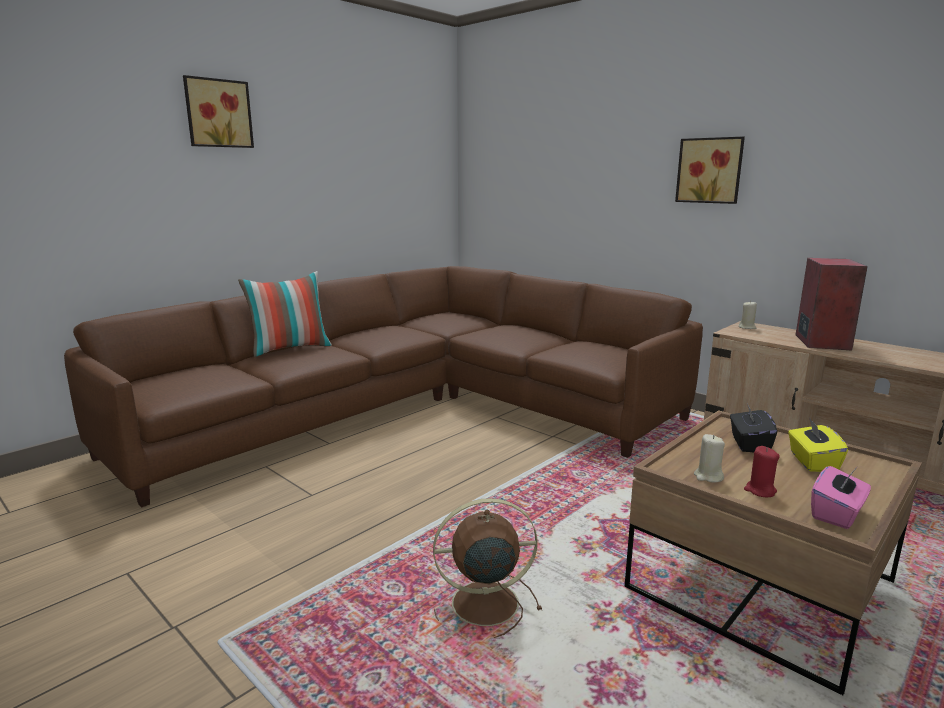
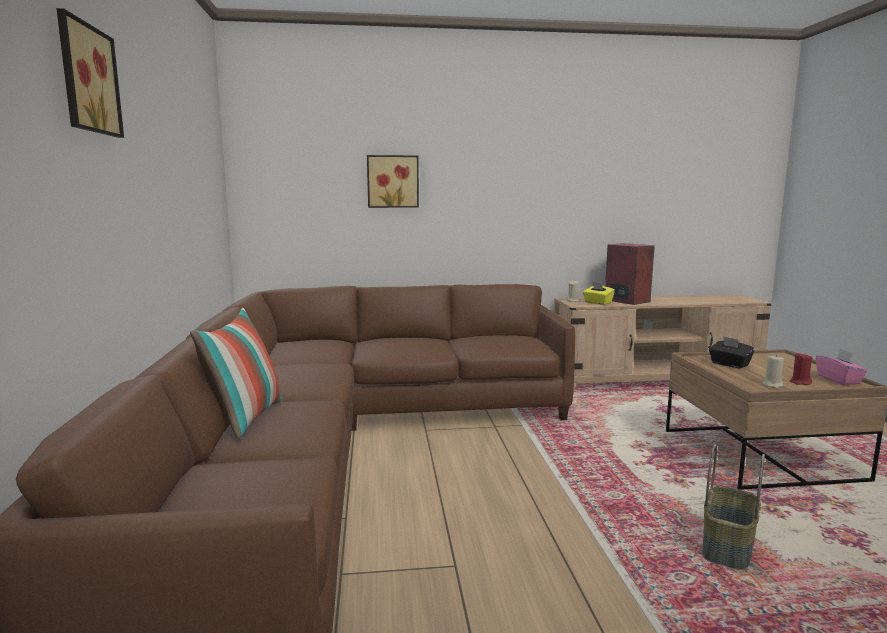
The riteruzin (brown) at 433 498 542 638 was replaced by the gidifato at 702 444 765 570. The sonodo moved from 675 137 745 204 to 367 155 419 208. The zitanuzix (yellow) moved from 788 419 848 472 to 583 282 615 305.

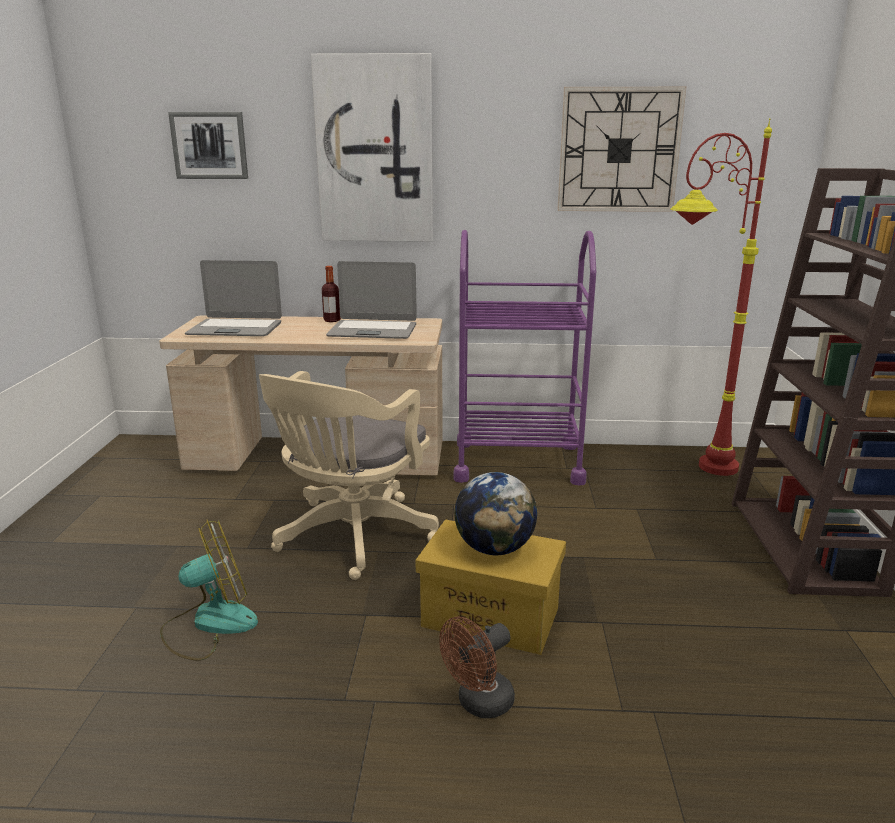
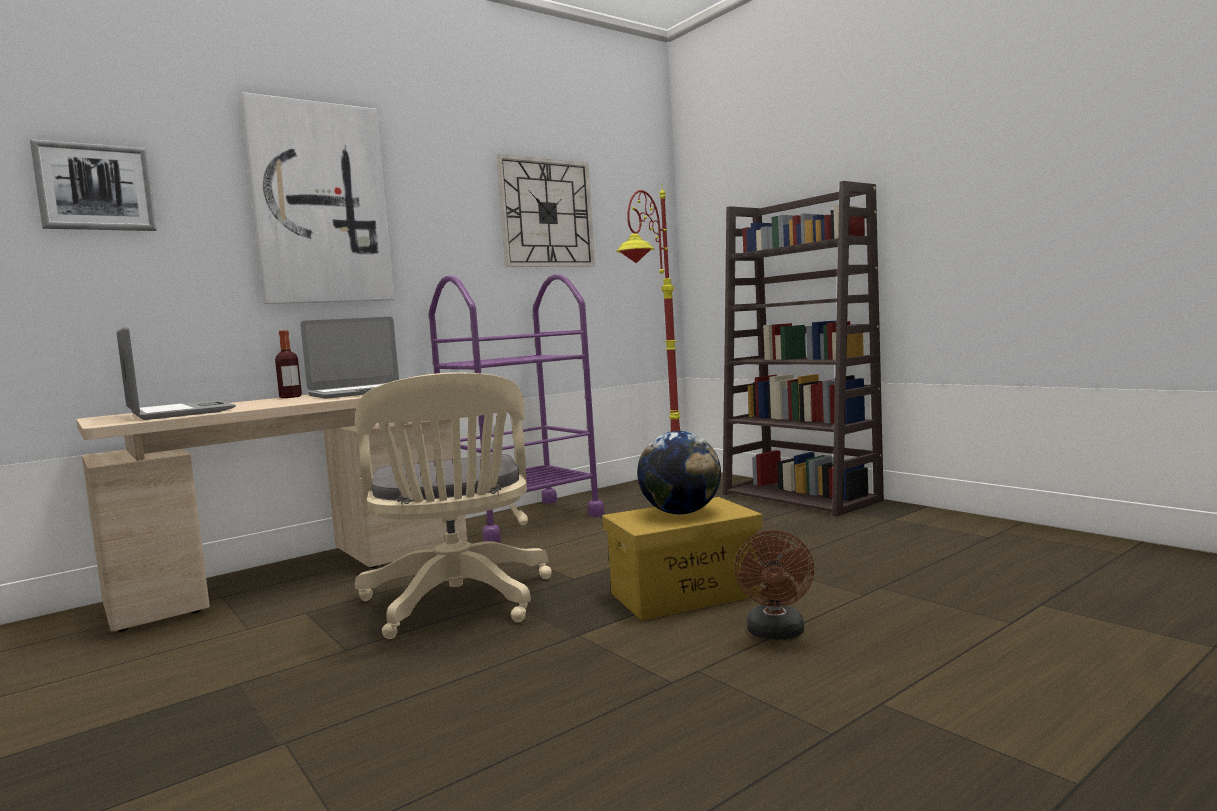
The riteruzin at 160 520 258 661 disappeared. The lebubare at 185 260 282 336 turned 90 degrees counterclockwise.

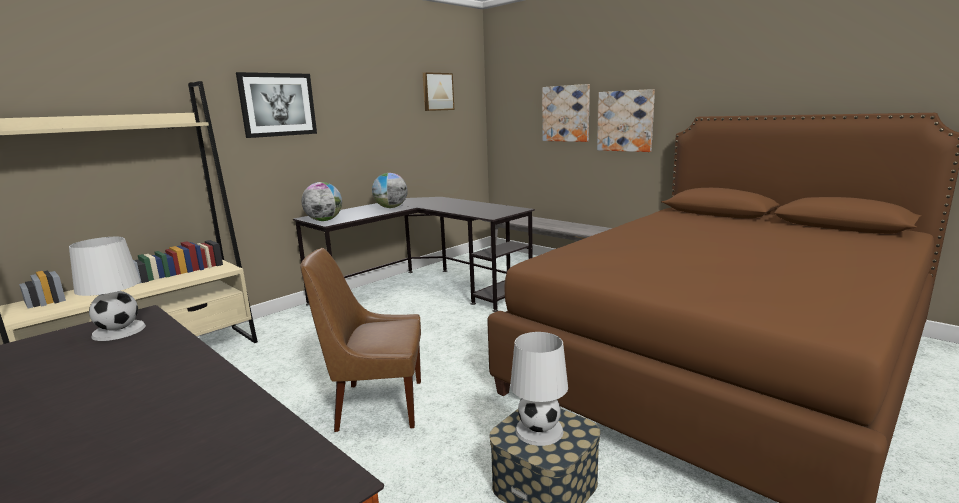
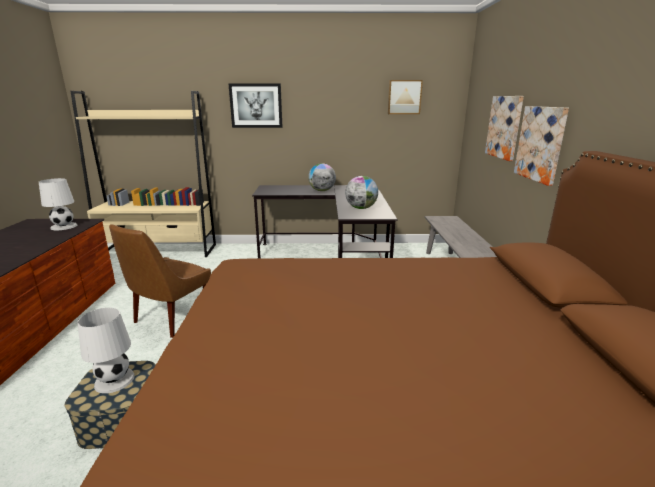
The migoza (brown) at 300 248 421 432 turned 105 degrees counterclockwise. The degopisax moved from 301 182 342 221 to 345 176 378 209.

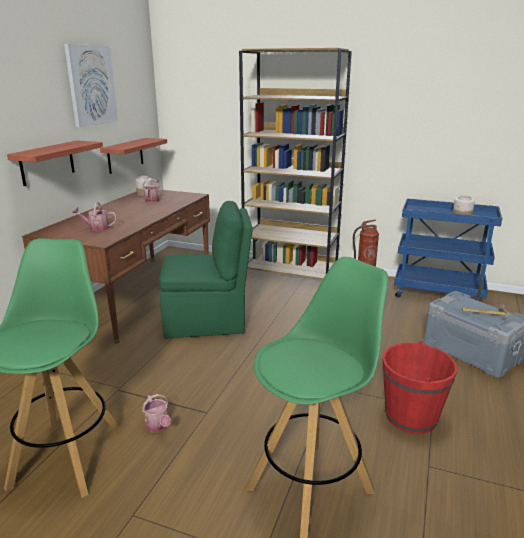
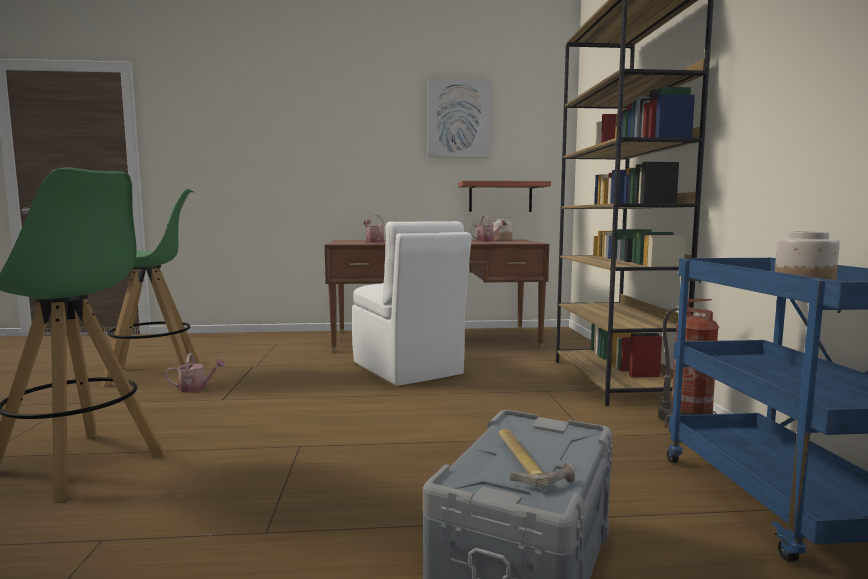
The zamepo at 7 140 103 186 disappeared. The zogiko at 142 394 171 433 turned 135 degrees counterclockwise. The migoza (green) at 159 201 253 338 became the migoza (white) at 352 221 472 386. The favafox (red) at 382 341 457 434 disappeared.

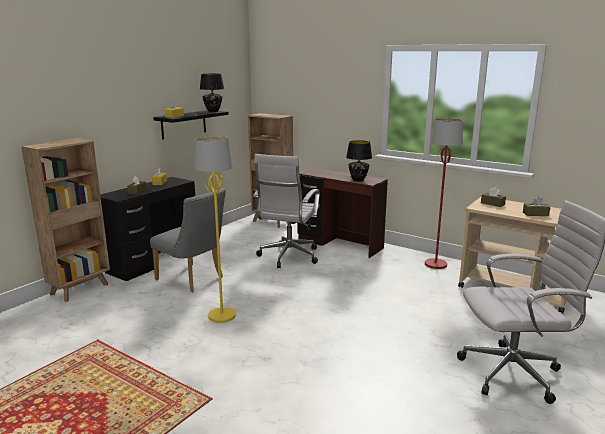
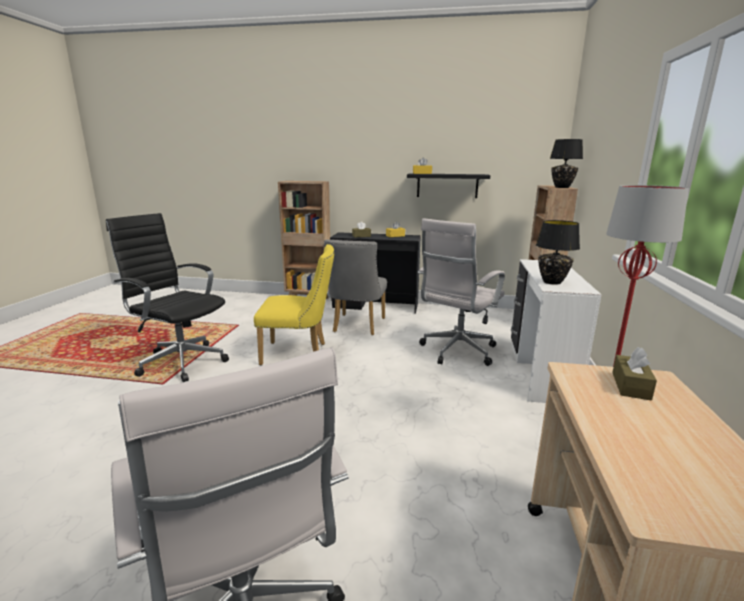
The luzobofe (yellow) at 194 136 236 323 was replaced by the migoza (yellow) at 254 244 334 365. The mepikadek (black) moved from 200 74 224 112 to 550 139 583 188. The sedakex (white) at 253 154 320 268 turned 45 degrees counterclockwise. The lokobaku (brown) at 297 168 388 258 became the lokobaku (white) at 511 259 602 403. The zitanuzix (brown) at 523 196 550 216 disappeared. The sedakex (black) at 106 213 229 382 appeared.

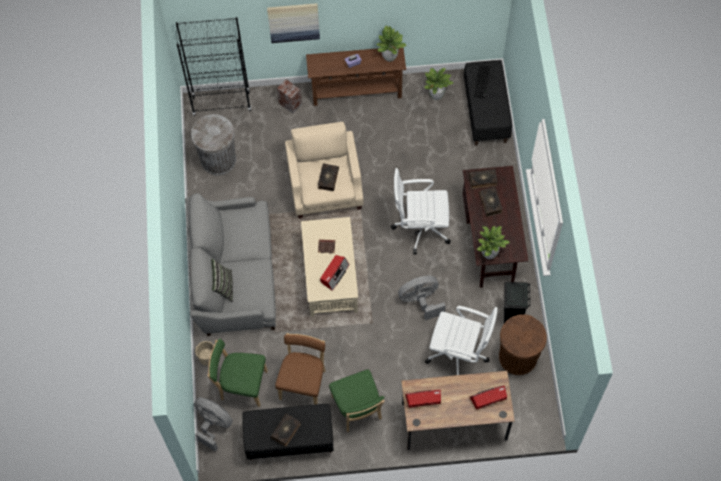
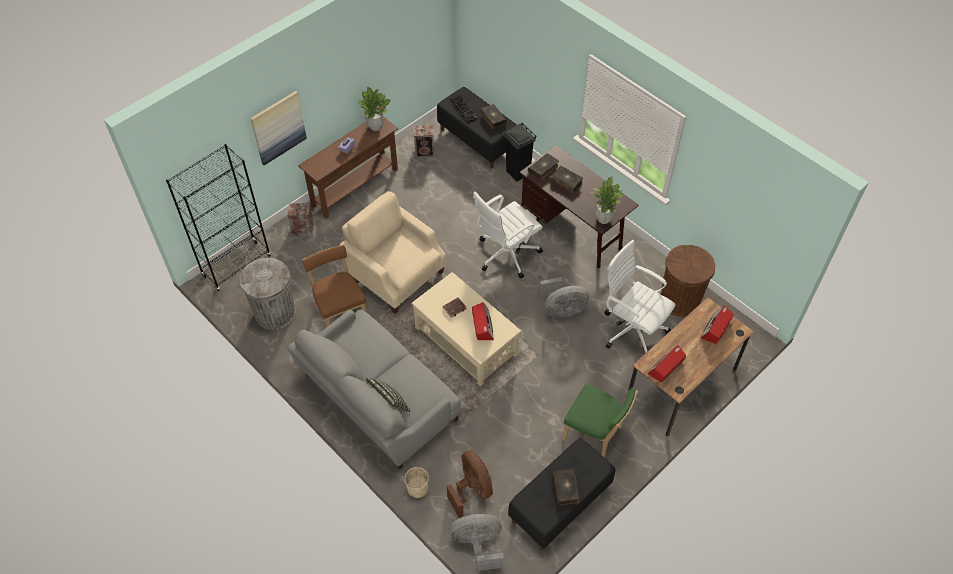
The migoza (green) at 207 339 268 407 was replaced by the riteruzin (brown) at 447 450 493 518. The migoza (brown) moved from 275 333 326 405 to 303 245 366 327. The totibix moved from 318 163 339 191 to 481 104 507 129. The riteruzin (grey) at 398 276 446 320 turned 135 degrees counterclockwise. The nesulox at 424 68 453 100 was replaced by the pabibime at 414 125 434 157. The sedakex (white) at 425 306 498 375 turned 120 degrees counterclockwise. The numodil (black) moved from 504 282 531 323 to 502 122 537 181.

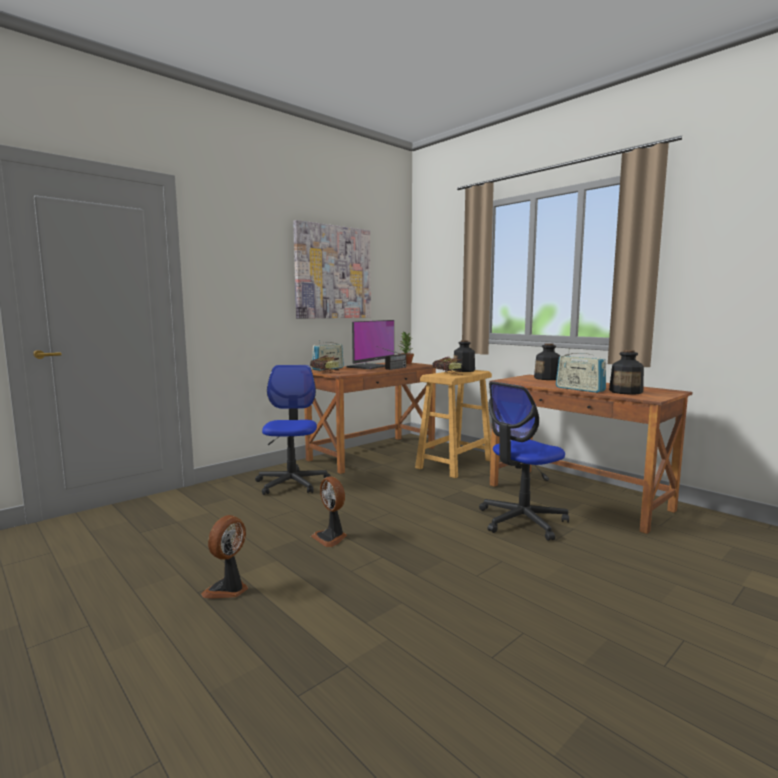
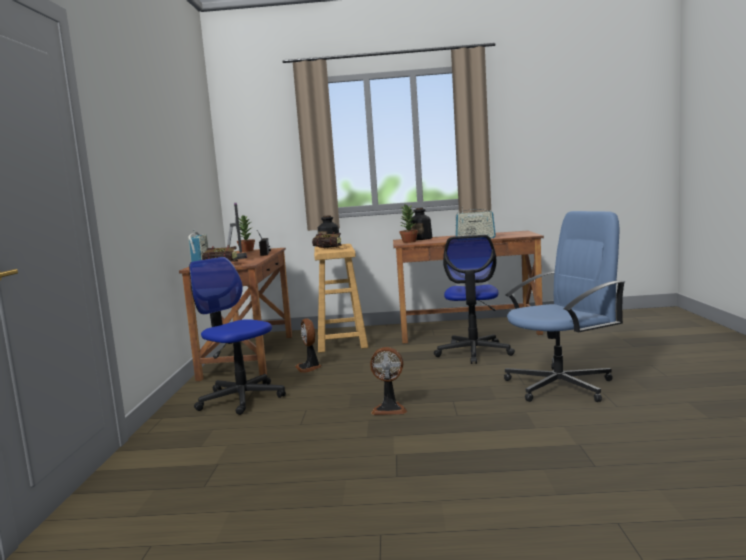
The riteruzin moved from 201 515 248 599 to 295 319 322 373. The sonodo at 293 220 371 319 disappeared. The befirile at 609 350 644 395 disappeared. The nesulox at 400 204 418 243 appeared. The sedakex (blue) at 504 211 625 402 appeared.

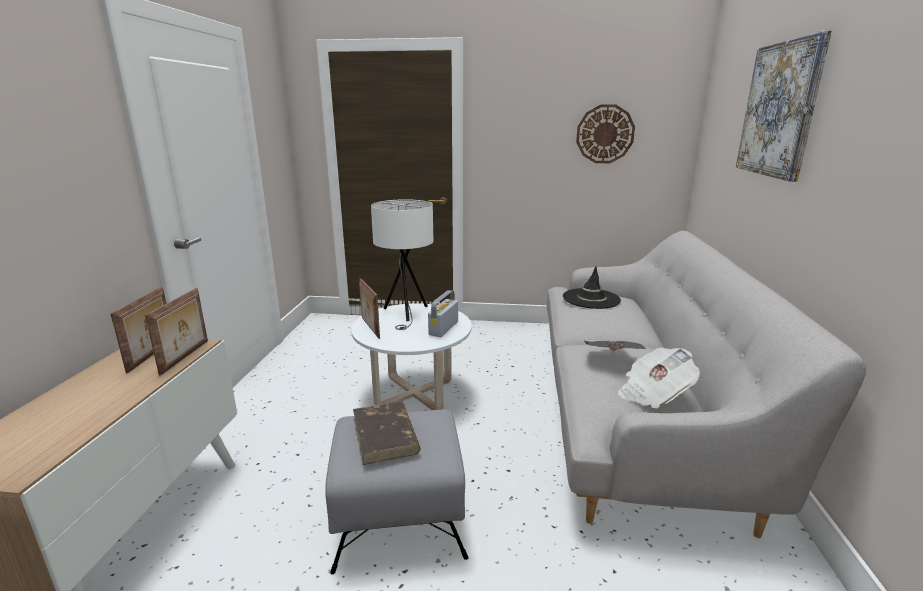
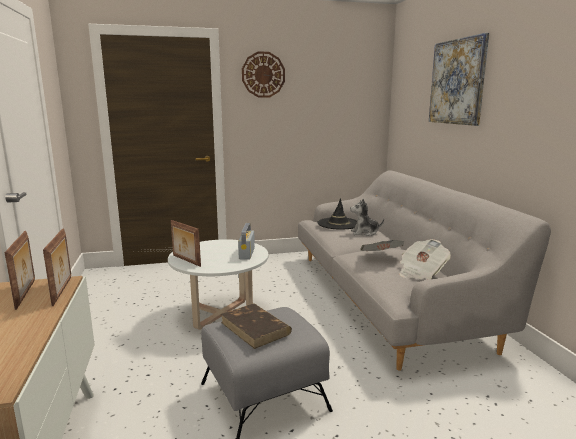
The mepikadek (white) at 371 199 433 330 disappeared. The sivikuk moved from 576 105 635 163 to 242 51 285 98. The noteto at 350 198 384 236 appeared.

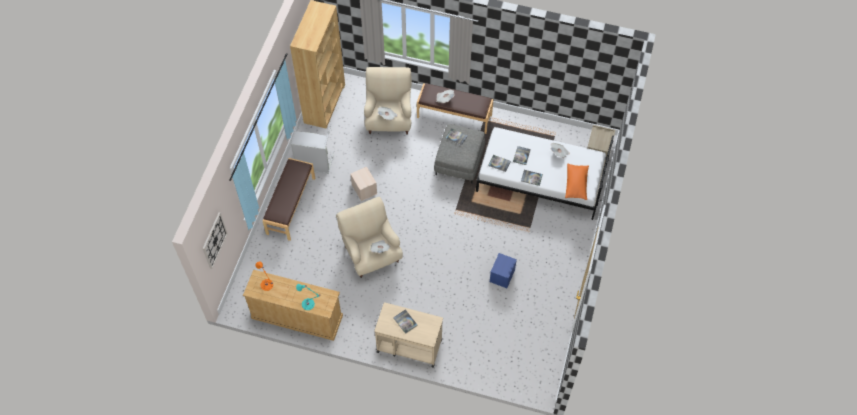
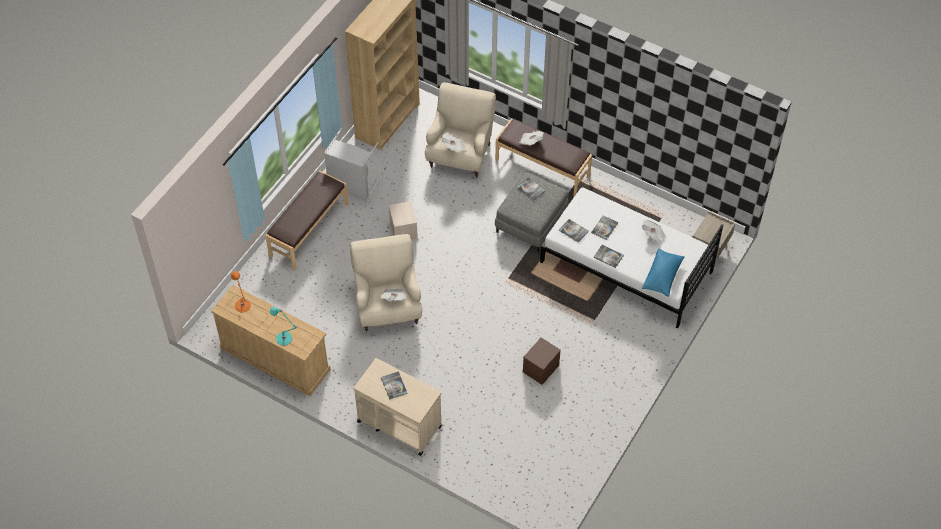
The sivikuk at 203 212 228 269 disappeared. The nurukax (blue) at 490 253 517 288 became the nurukax (brown) at 523 338 561 385. The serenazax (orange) at 565 164 589 200 became the serenazax (blue) at 642 248 684 297.

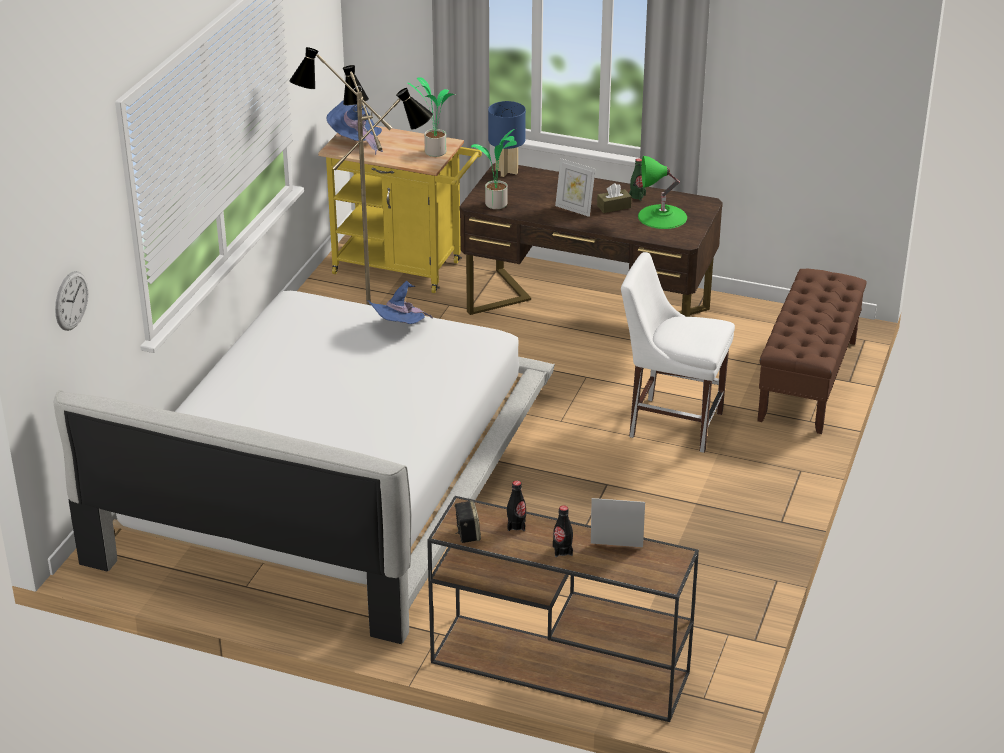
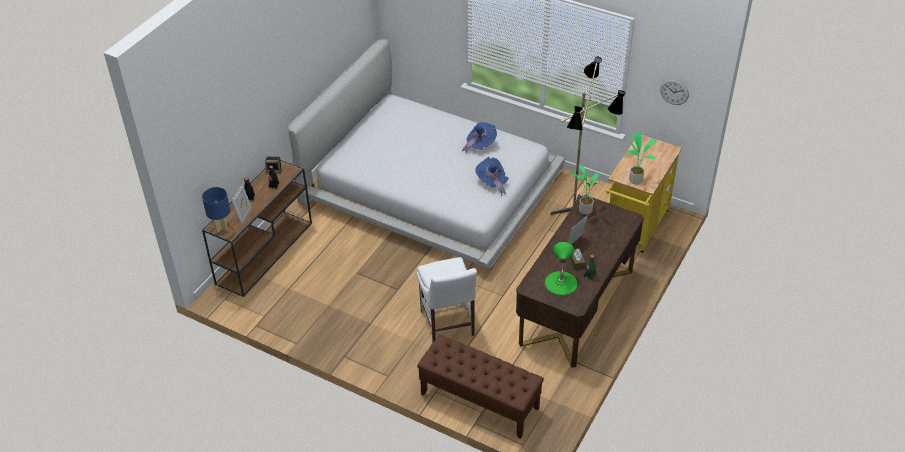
The sivikuk moved from 55 271 88 331 to 660 79 689 105. The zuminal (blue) moved from 327 100 383 155 to 462 122 497 154. The mepikadek (blue) moved from 488 101 526 177 to 202 187 230 233. The migoza (white) at 621 252 735 453 turned 135 degrees clockwise.

